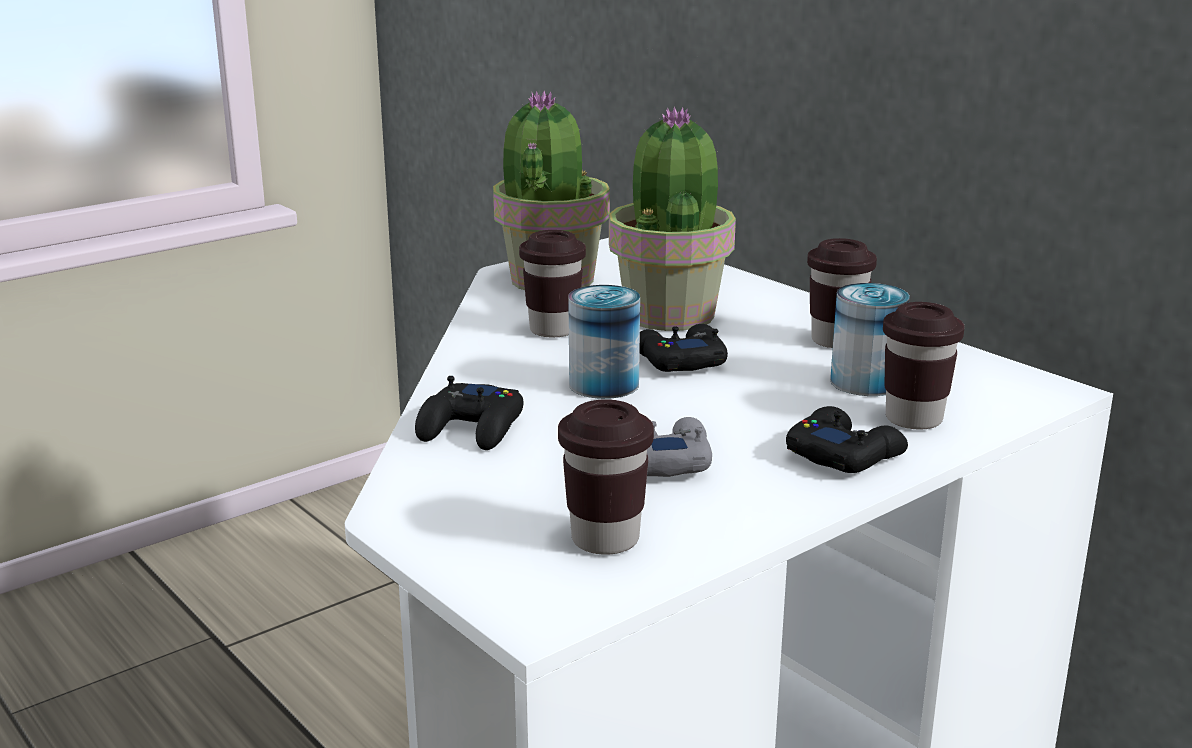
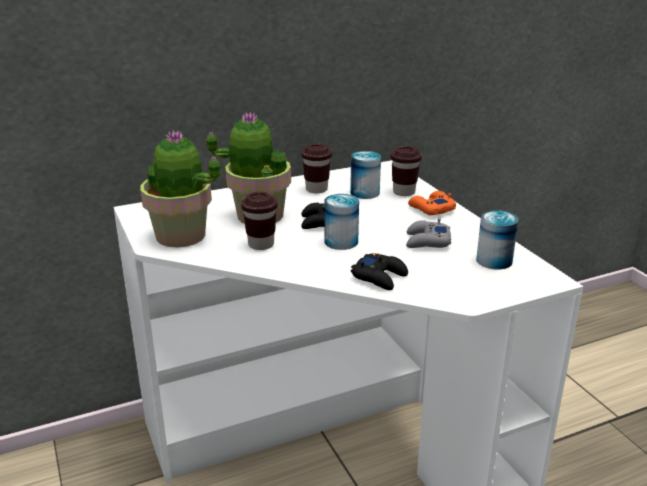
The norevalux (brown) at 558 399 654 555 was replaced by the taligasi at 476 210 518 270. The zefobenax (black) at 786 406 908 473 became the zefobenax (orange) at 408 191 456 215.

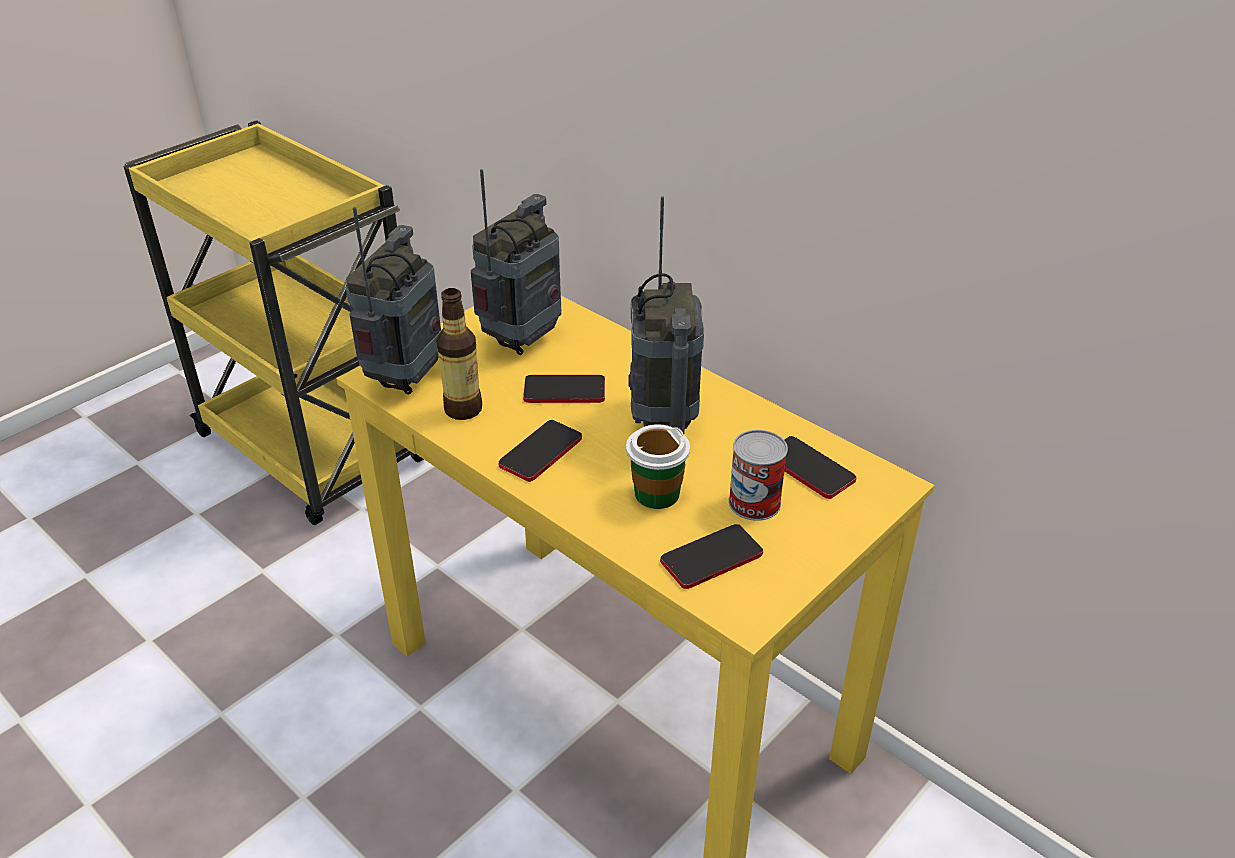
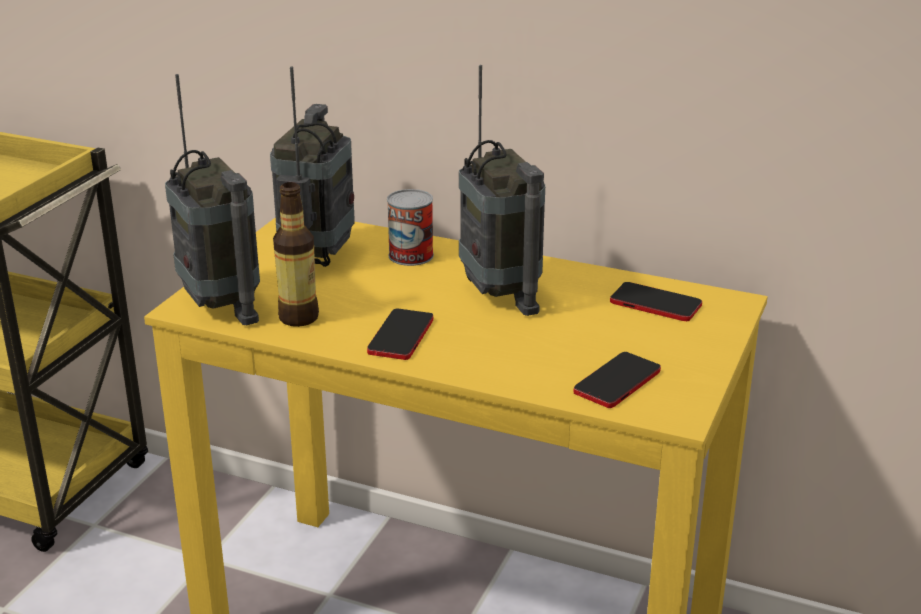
The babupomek at 345 207 441 395 turned 150 degrees clockwise. The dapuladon at 523 375 605 403 disappeared. The norevalux at 626 424 690 509 disappeared. The taligasi moved from 728 430 788 521 to 387 189 434 266.

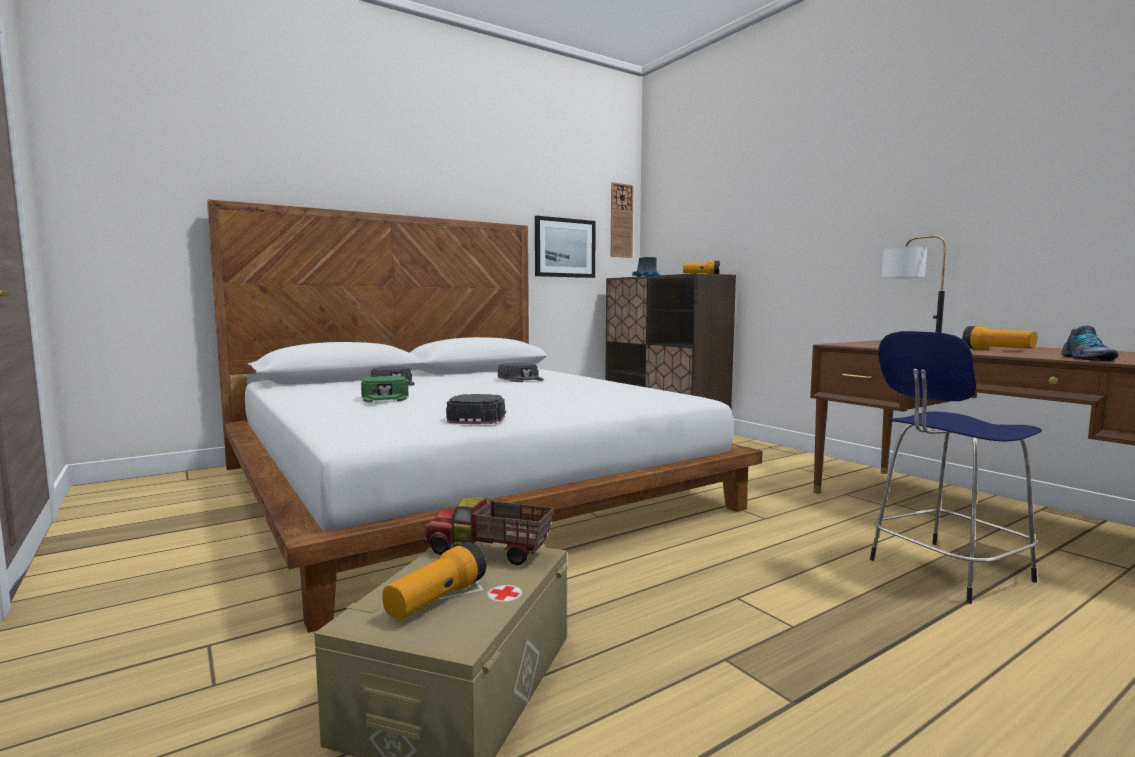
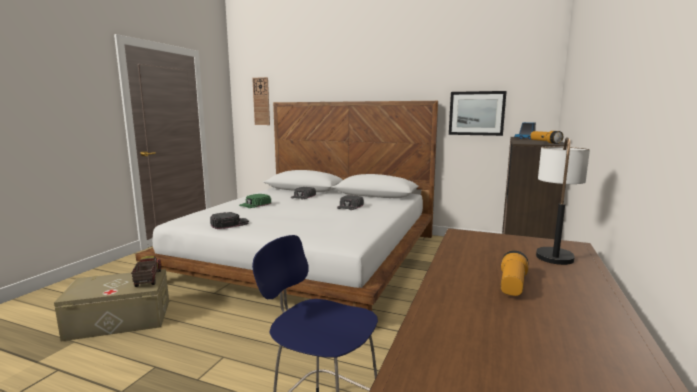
The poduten at 382 542 486 619 disappeared. The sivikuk moved from 611 182 634 258 to 252 77 270 125. The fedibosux at 1061 325 1119 361 disappeared.

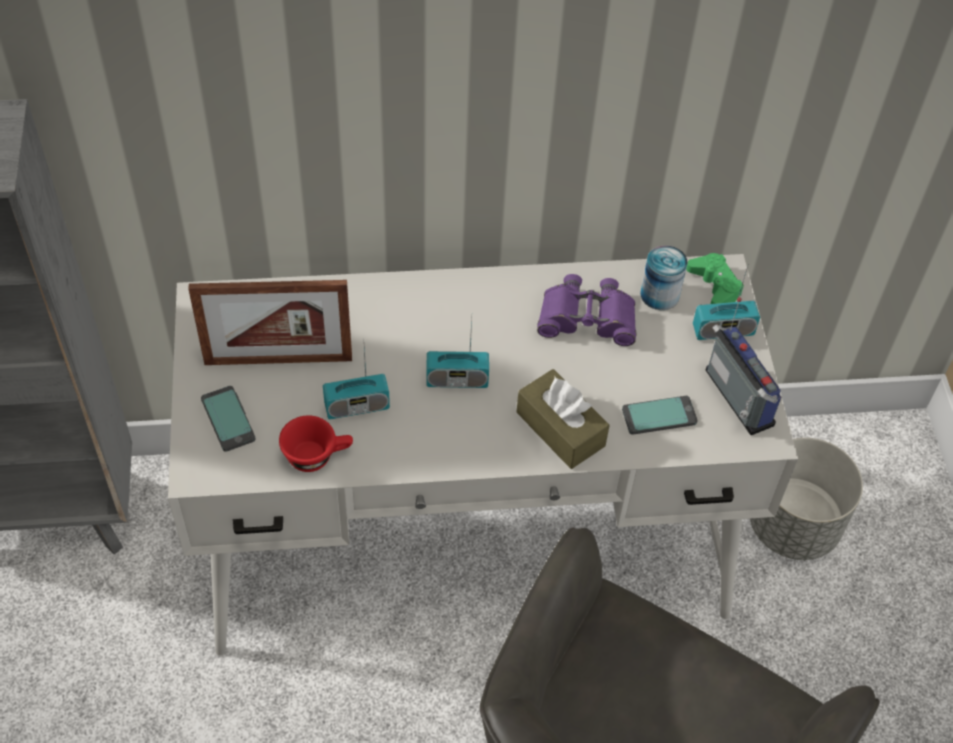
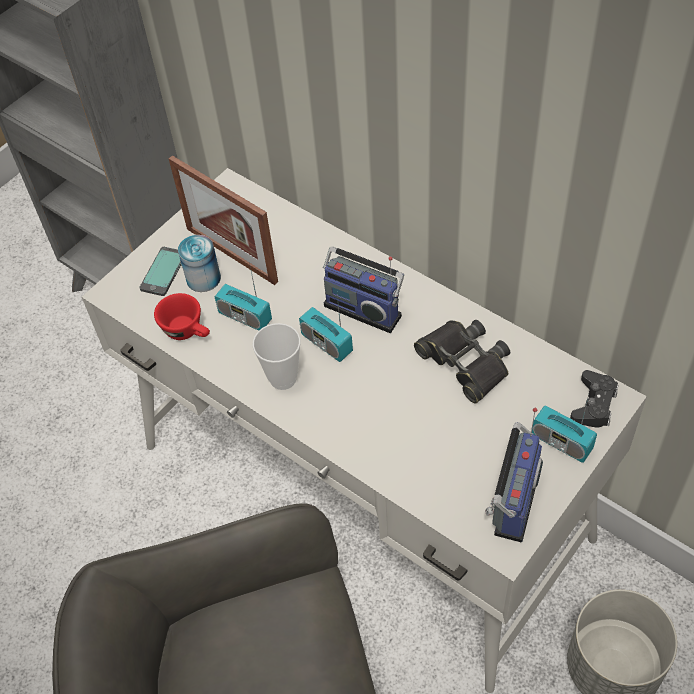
The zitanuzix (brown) at 516 369 609 469 disappeared. The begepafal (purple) at 537 274 636 346 became the begepafal (black) at 414 320 510 403. The dapuladon at 622 396 697 435 disappeared. The taligasi moved from 640 245 688 310 to 178 235 221 292. The zefobenax (green) at 686 253 744 304 became the zefobenax (black) at 570 370 619 428. The norevalux at 253 323 301 390 appeared. The babupomek at 323 247 404 333 appeared.

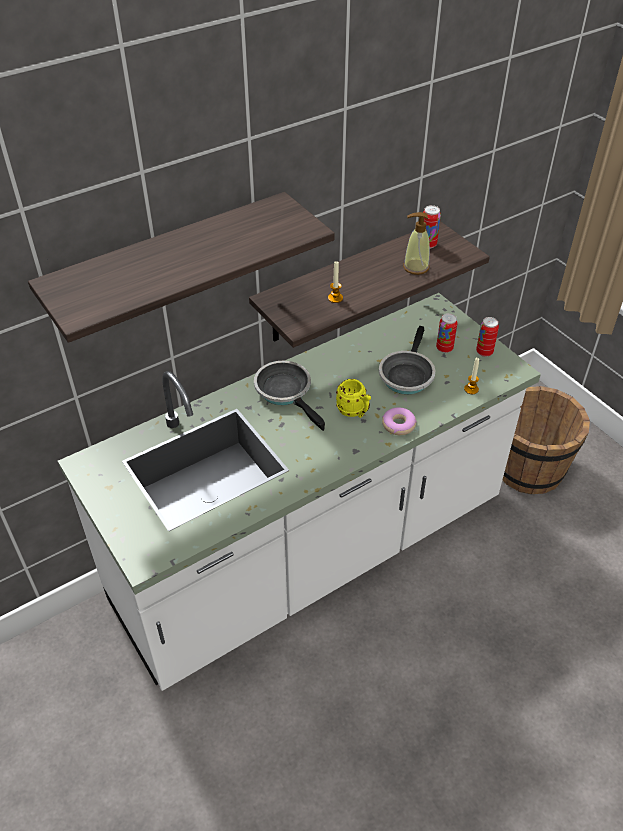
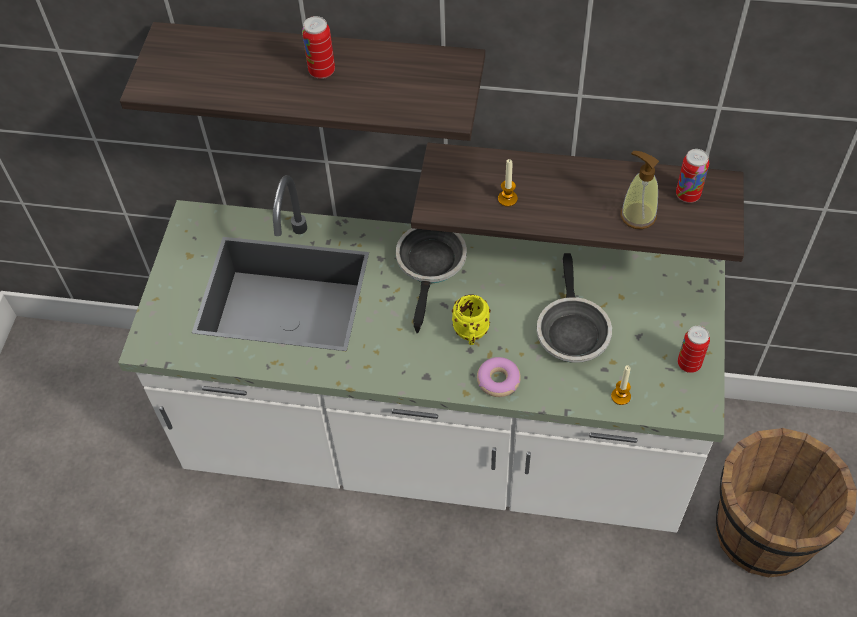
The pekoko at 379 326 436 394 turned 60 degrees counterclockwise. The taligasi moved from 436 313 458 353 to 302 16 335 79.

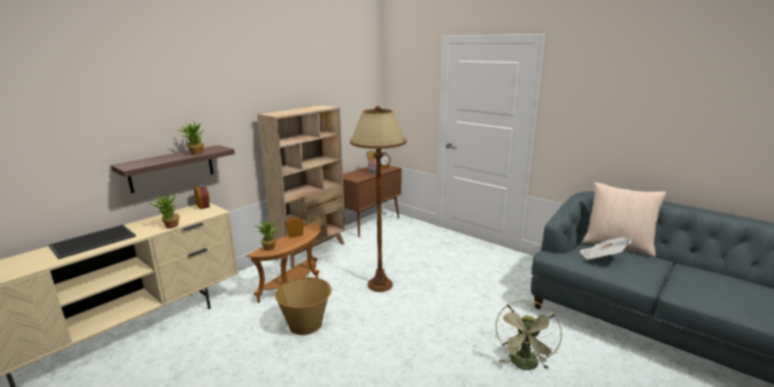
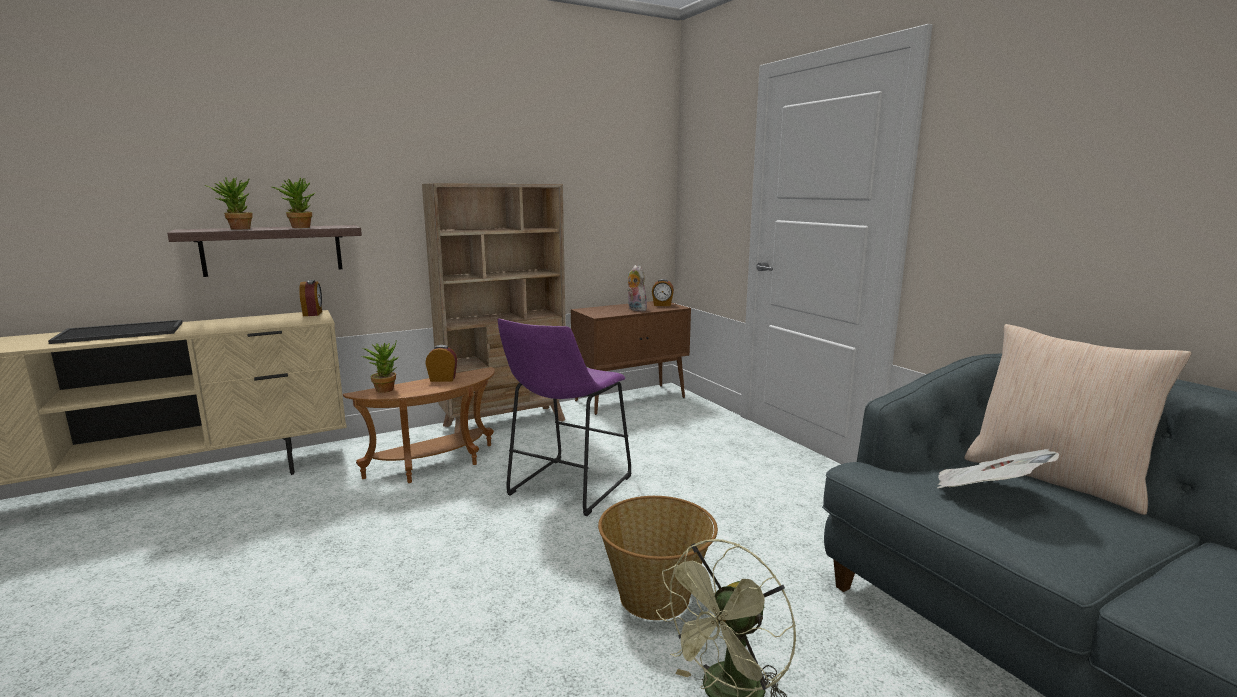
The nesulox moved from 150 193 179 228 to 205 177 253 230. The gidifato moved from 275 277 332 335 to 598 496 718 620. The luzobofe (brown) at 350 106 407 292 was replaced by the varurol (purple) at 498 319 631 516.

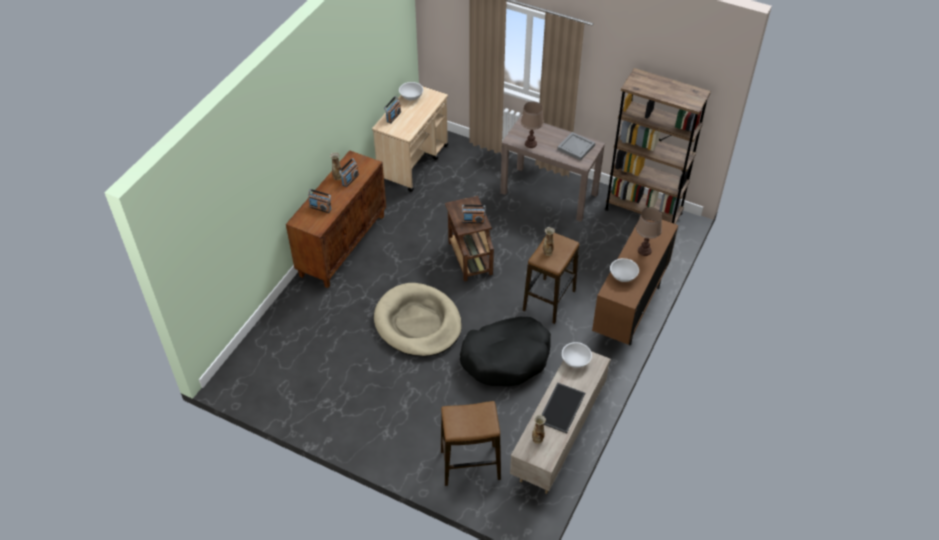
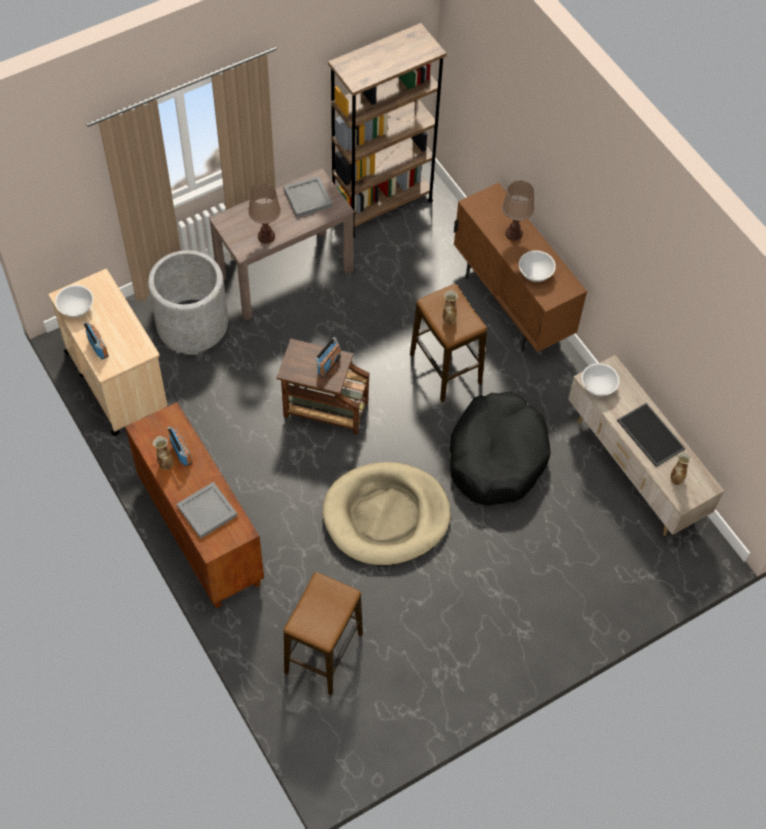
The babupomek at 308 189 331 213 was replaced by the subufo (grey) at 177 482 237 539. The varurol moved from 441 401 501 486 to 284 572 363 695. The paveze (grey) at 148 250 228 353 appeared.

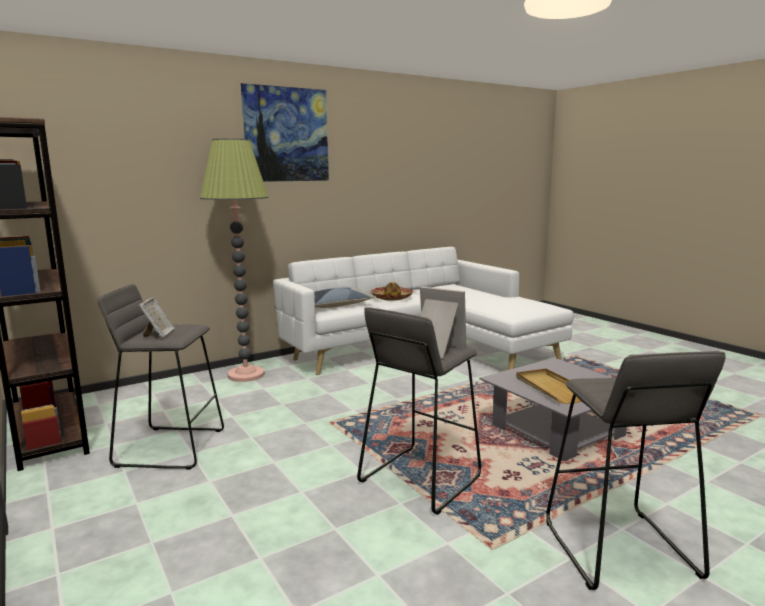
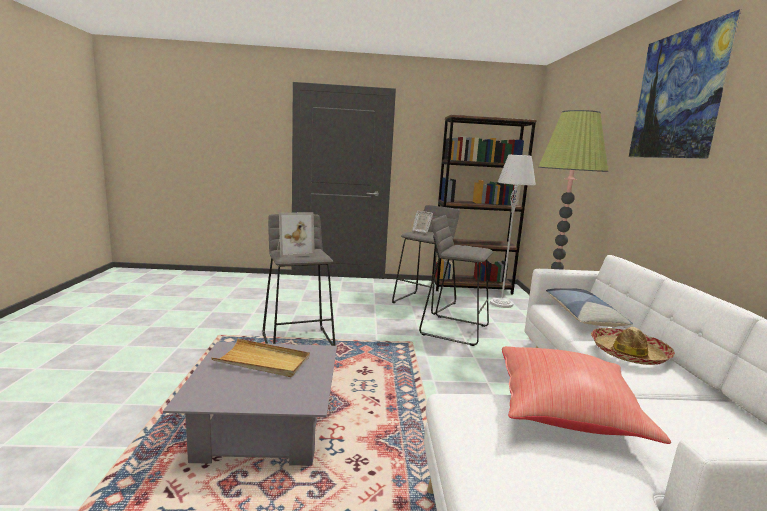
The varurol (grey) moved from 546 351 725 590 to 419 215 493 346. The luzobofe (grey) at 490 155 536 308 appeared. The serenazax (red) at 502 346 671 444 appeared.

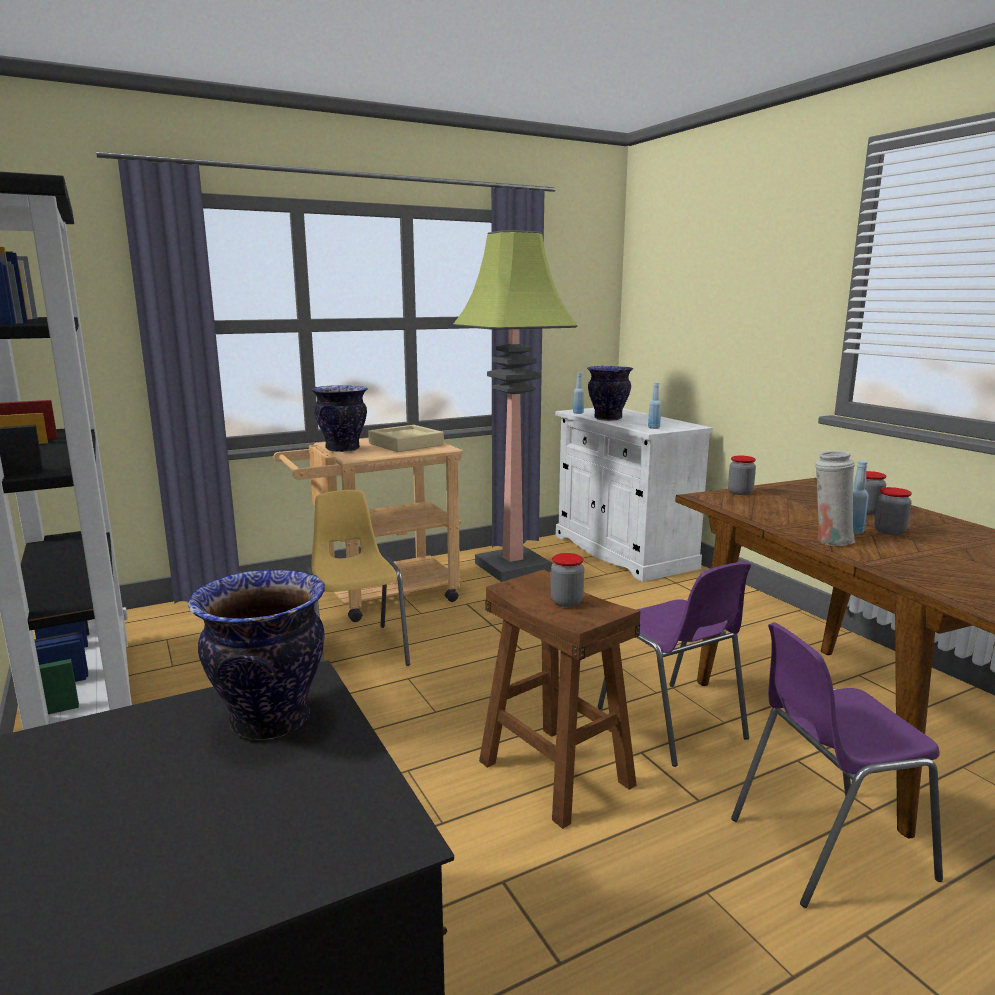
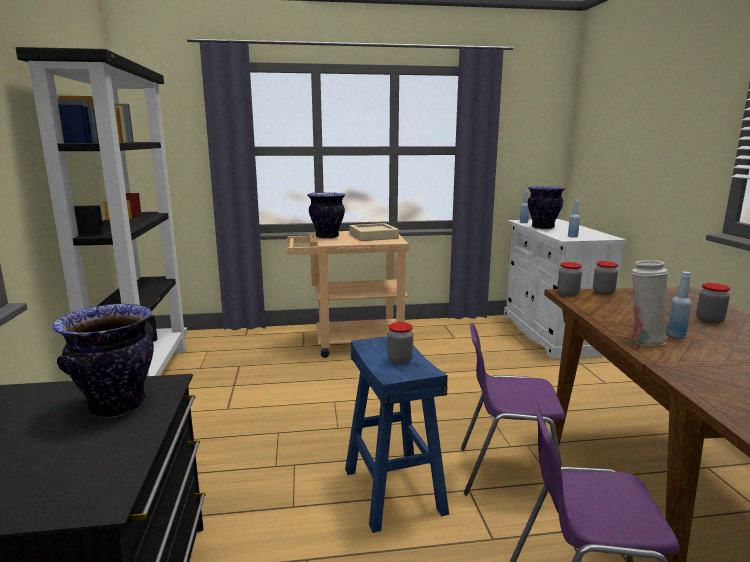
The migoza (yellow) at 306 490 410 666 disappeared. The luzobofe at 453 230 578 582 disappeared. The varurol (brown) at 479 570 641 829 became the varurol (blue) at 345 336 449 533. The migoza (purple) at 597 562 751 767 turned 105 degrees clockwise. The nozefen moved from 874 487 912 535 to 557 262 582 296.

